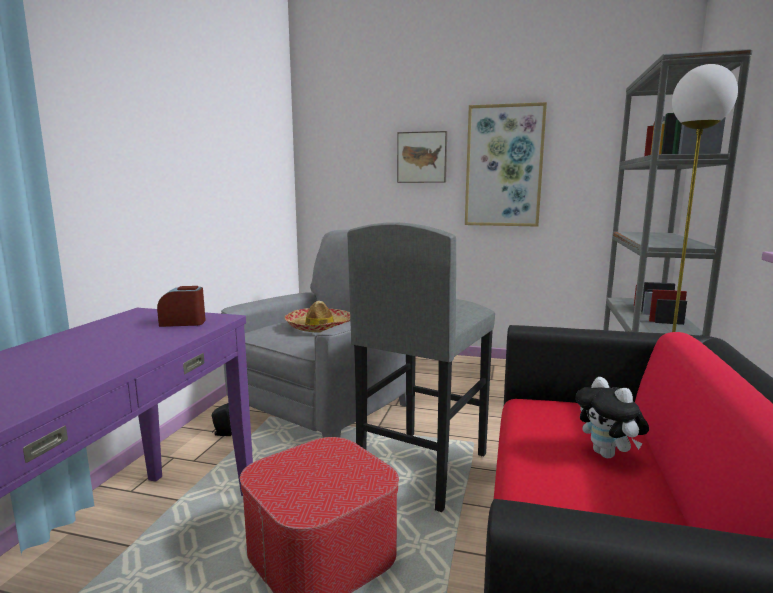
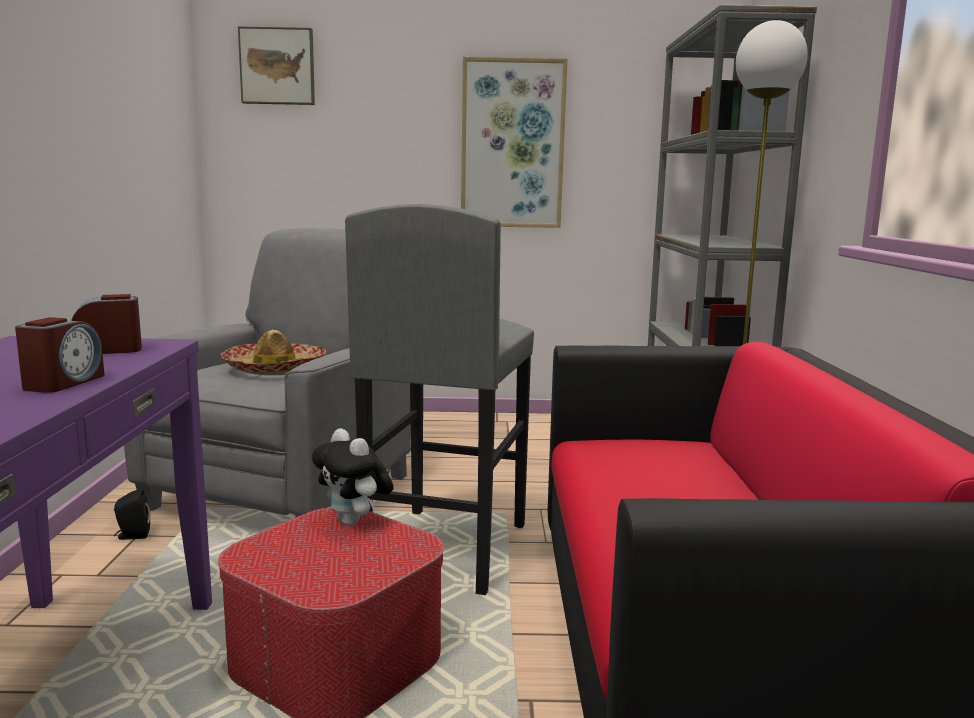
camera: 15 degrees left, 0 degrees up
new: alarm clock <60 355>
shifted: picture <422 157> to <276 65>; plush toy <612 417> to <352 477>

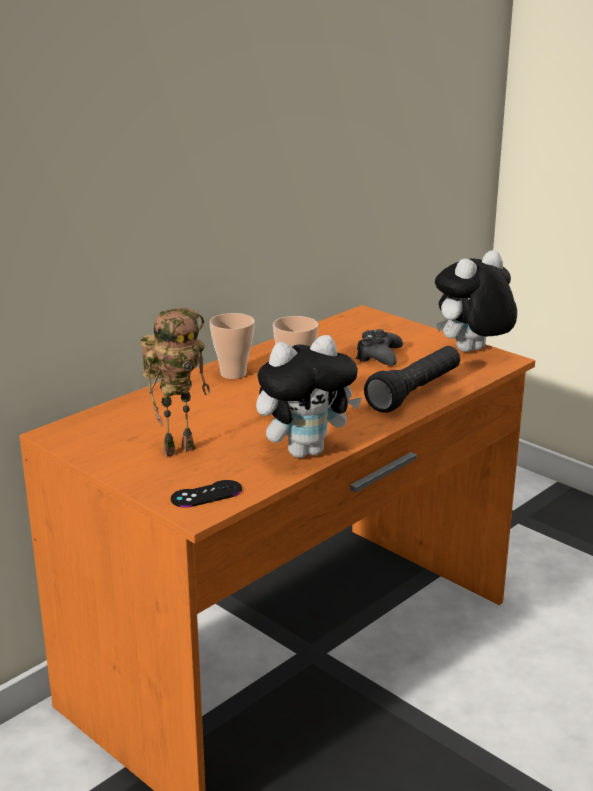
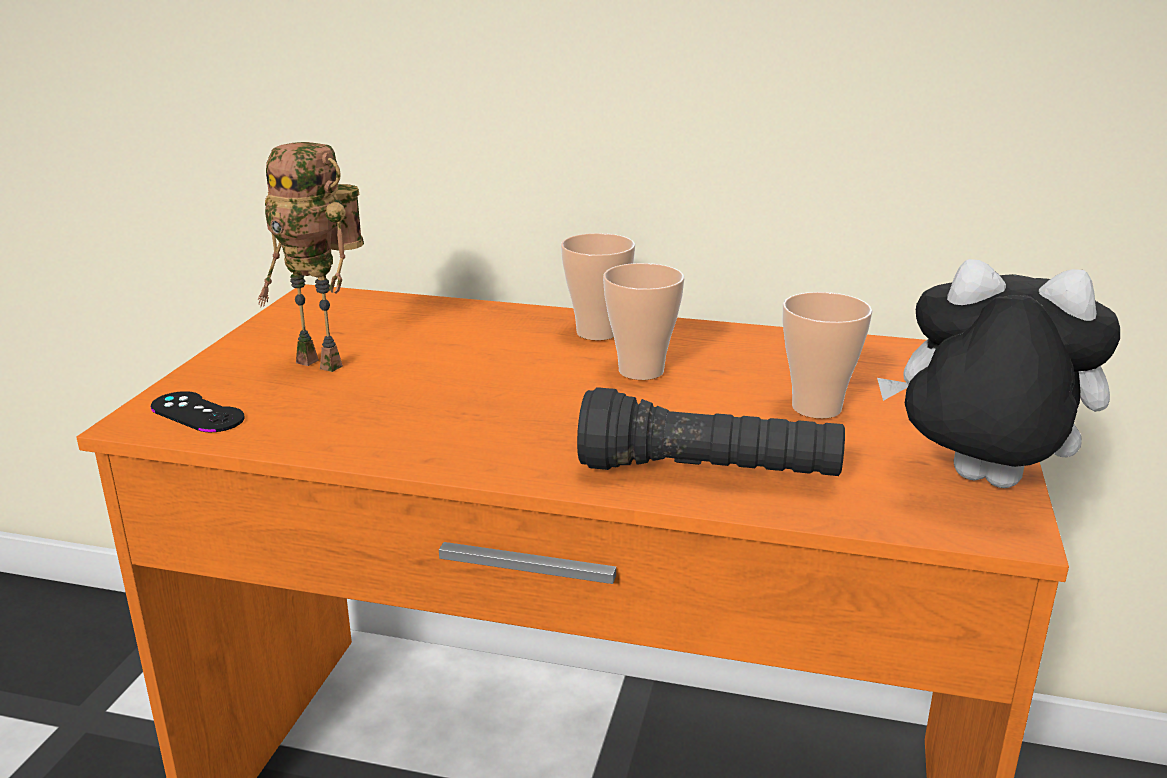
camera: 60 degrees right, 0 degrees up
gone: plush toy <309 396>
swapped: game controller/black <379 347> to cup <827 355>

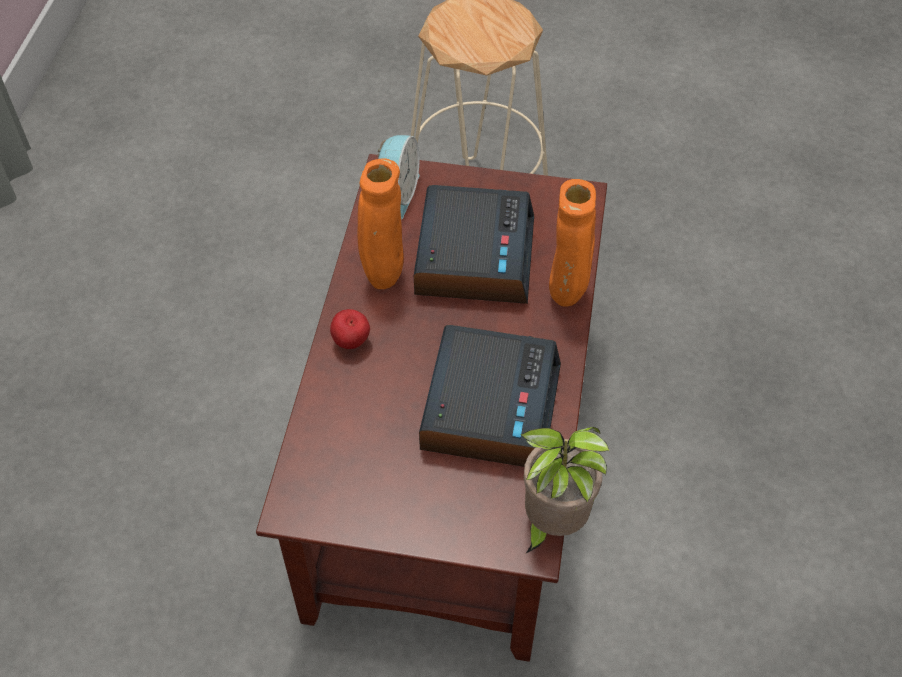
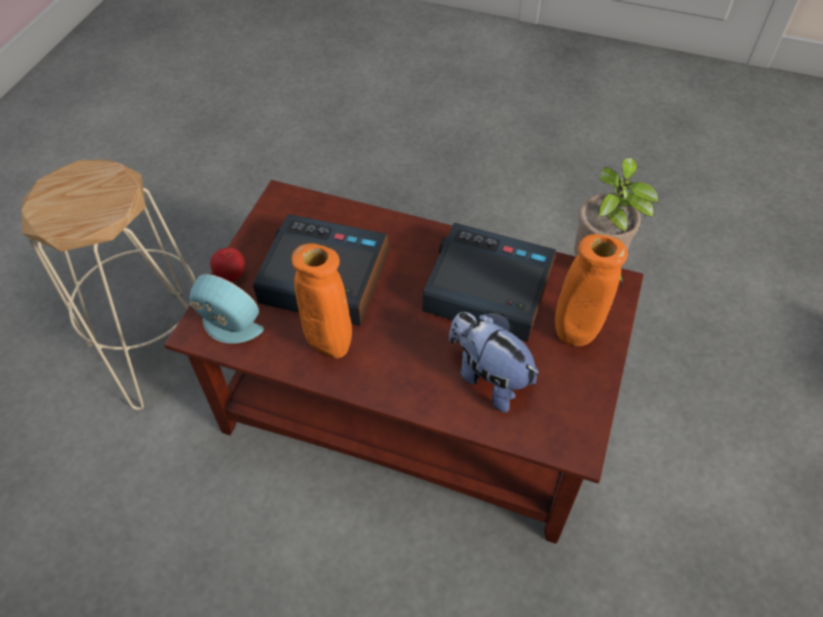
camera: 80 degrees left, 0 degrees up
new: plush toy <494 362>
shifted: vase/orange <572 243> to <591 290>; apple <350 329> to <227 265>

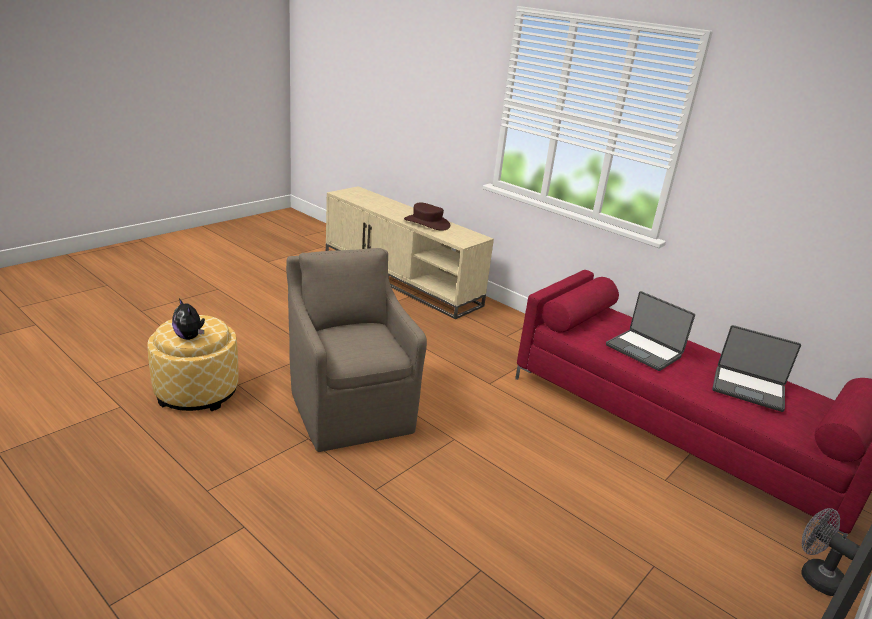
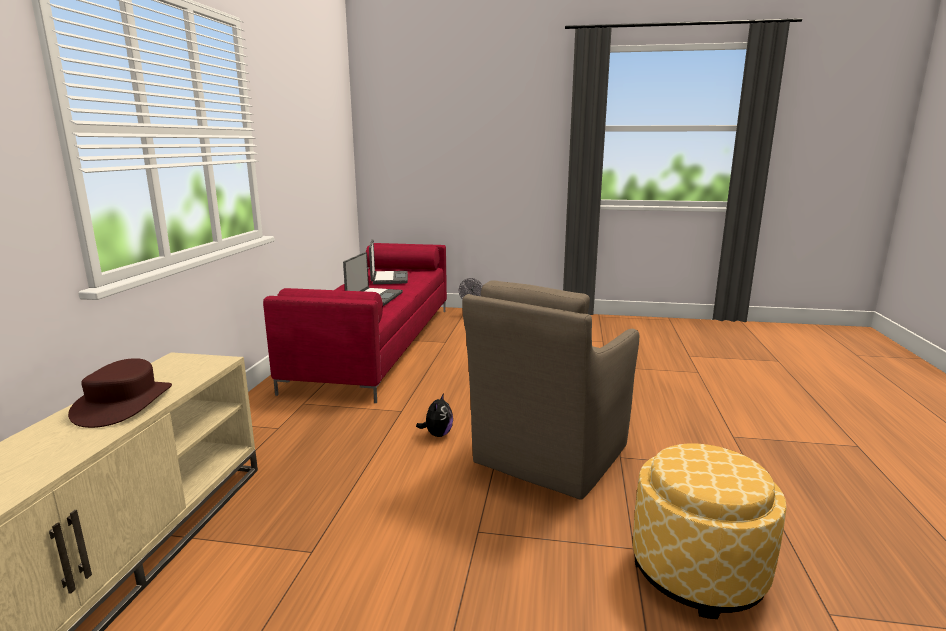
camera: 120 degrees left, 10 degrees down
shifted: plush toy <188 319> to <434 415>

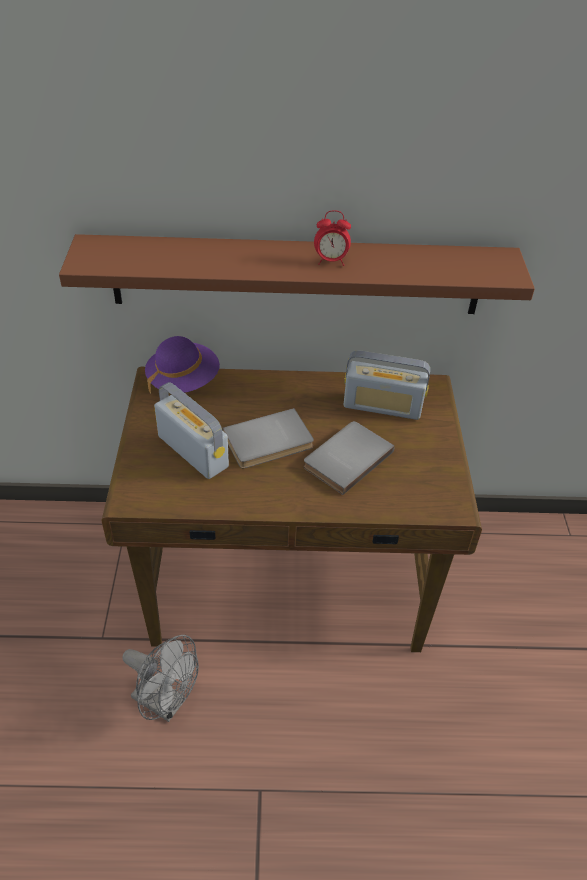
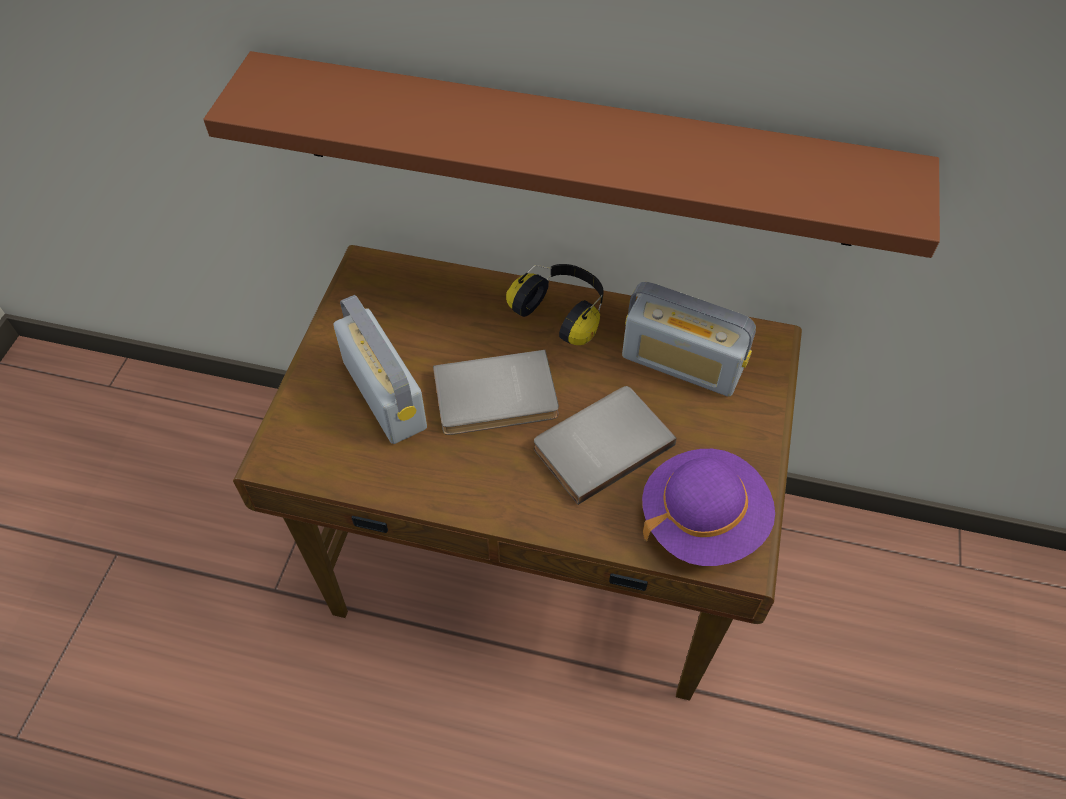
camera: 15 degrees right, 10 degrees up
gone: alarm clock <332 238>; fan/grey <160 678>
new: headphones <555 304>
shifted: hat/purple <182 364> to <708 507>

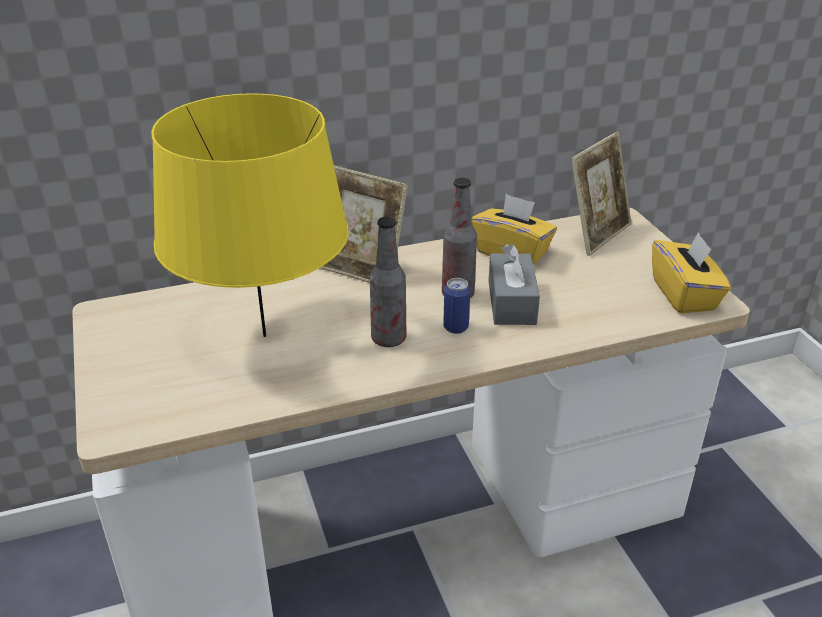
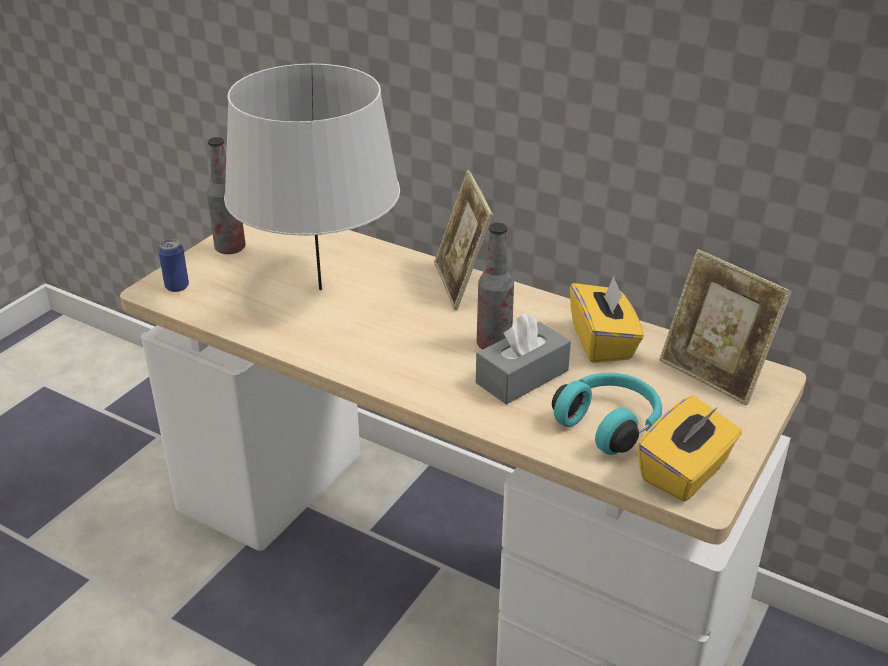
camera: 50 degrees right, 0 degrees up
new: headphones/turquoise <607 414>
shifted: bottle <388 282> to <226 195>; can <456 306> to <173 265>
repainted: table lamp/yellow <250 215> to table lamp/grey <312 177>
rotated: picture frame <601 194> = <725 327> 45 degrees clockwise

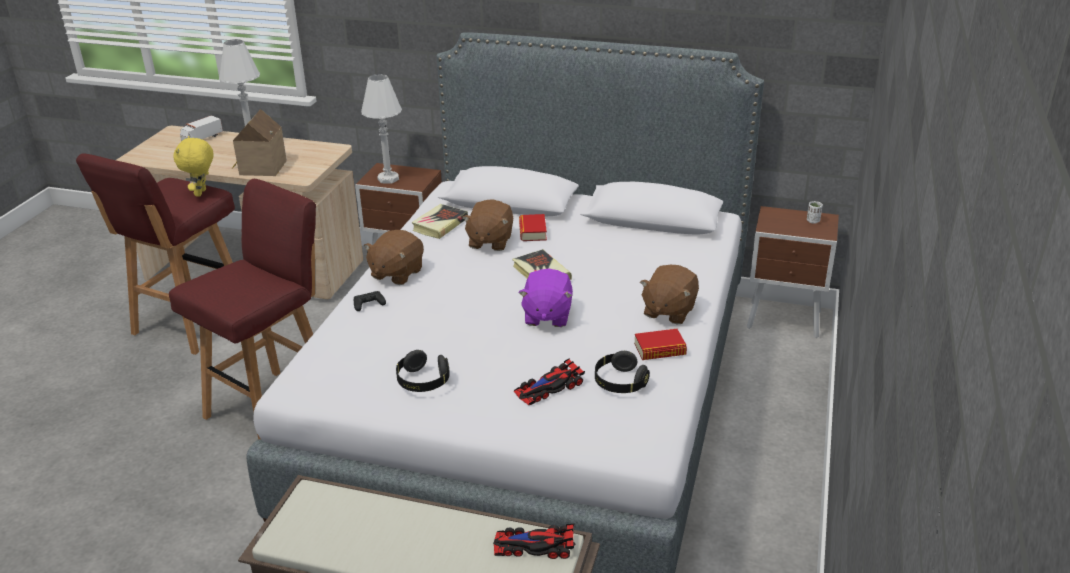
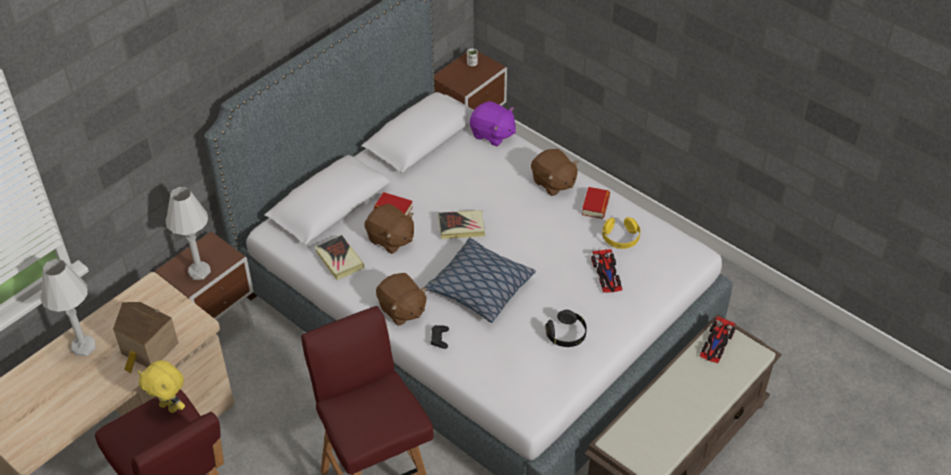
camera: 65 degrees left, 15 degrees up
gone: toy truck <201 128>
new: pillow <480 280>
shifted: plush toy/purple <545 298> to <493 123>
repainted: headphones/black <622 372> to headphones/yellow <621 233>

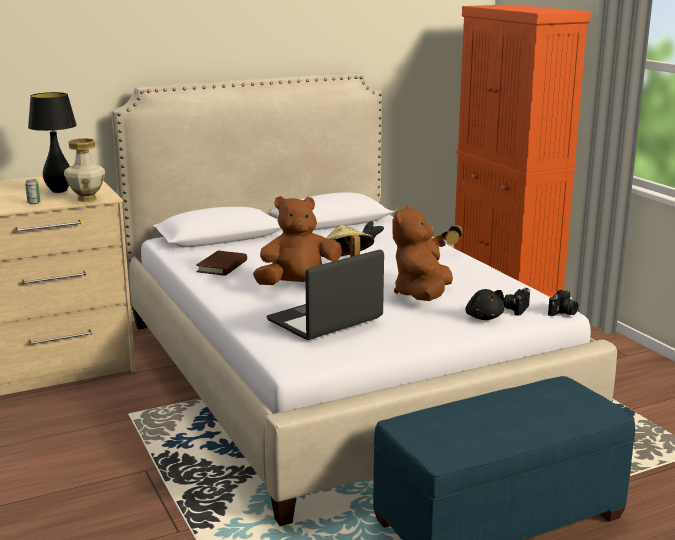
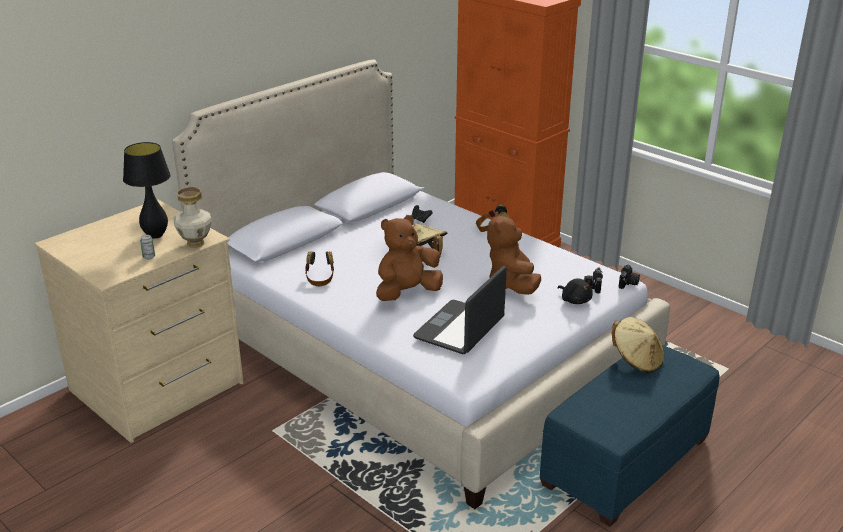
camera: 20 degrees left, 10 degrees up
new: hat/beige <638 345>
swapped: book/brown <221 263> to headphones <319 268>

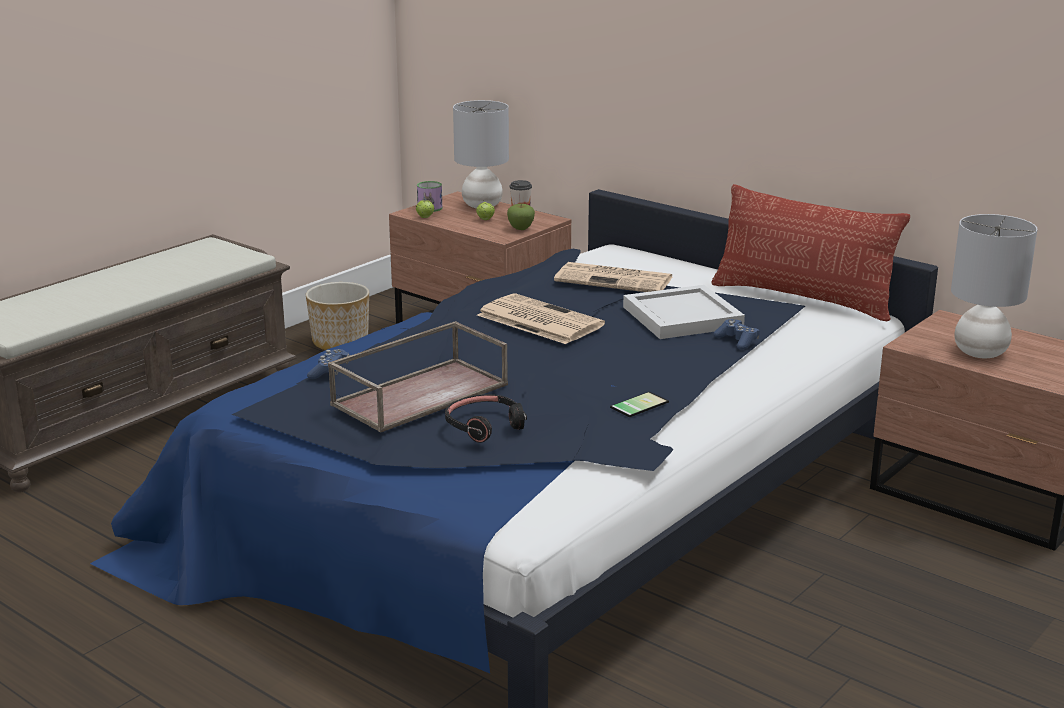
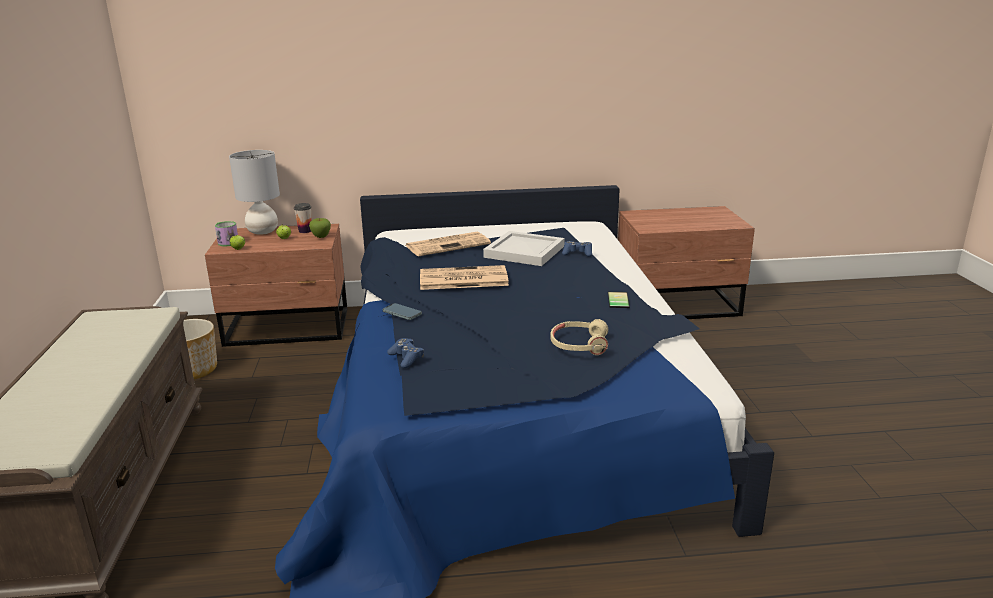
camera: 45 degrees left, 0 degrees up
gone: pillow <811 252>; table lamp/grey <994 286>; tray/brown <418 377>
new: phone <402 311>
repainted: headphones/black <486 418> to headphones/beige <579 337>

